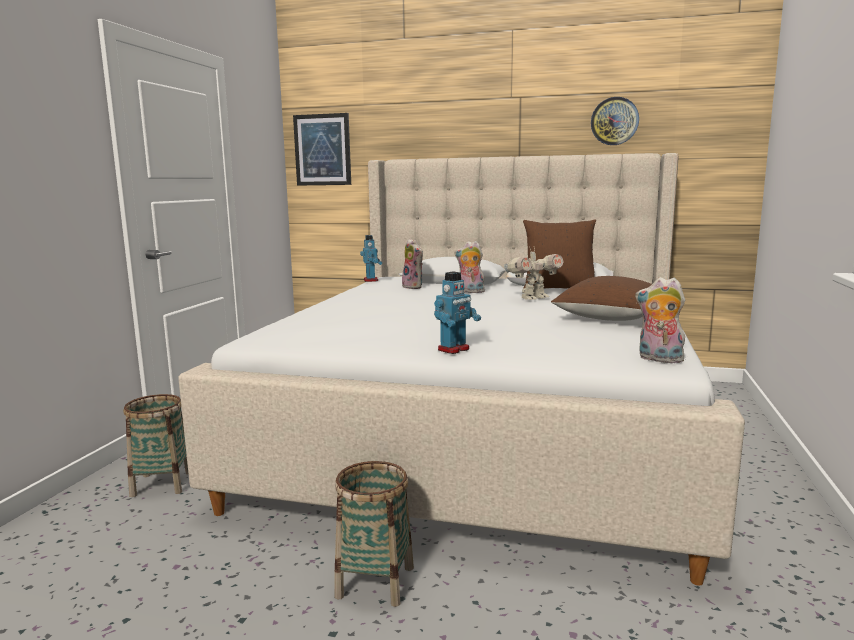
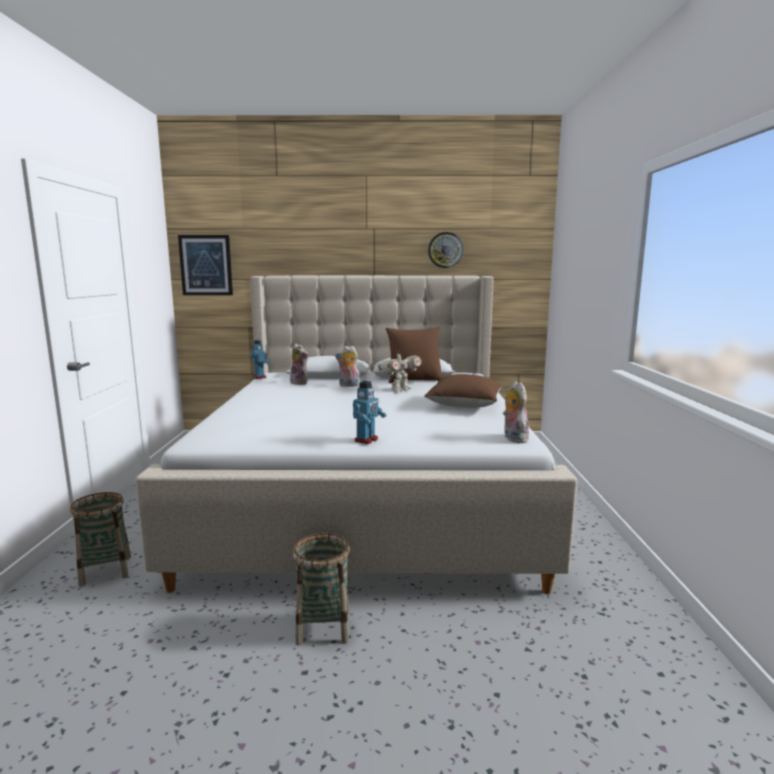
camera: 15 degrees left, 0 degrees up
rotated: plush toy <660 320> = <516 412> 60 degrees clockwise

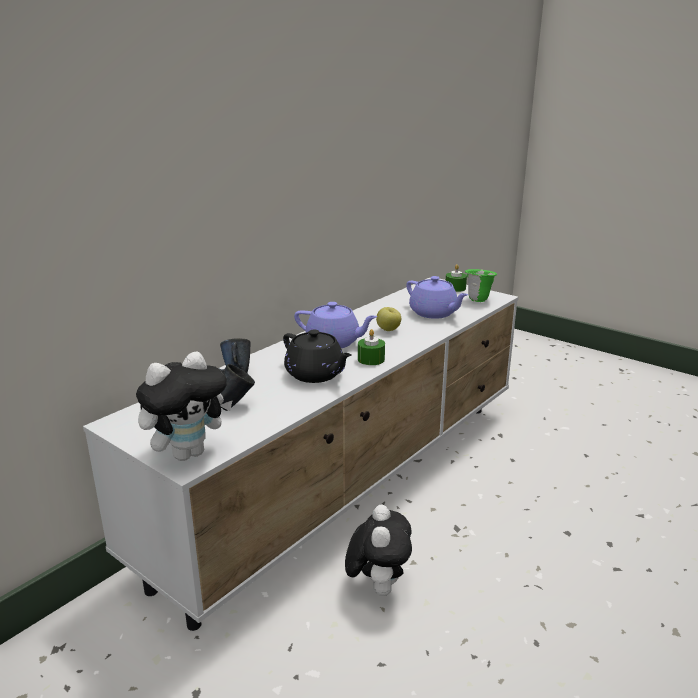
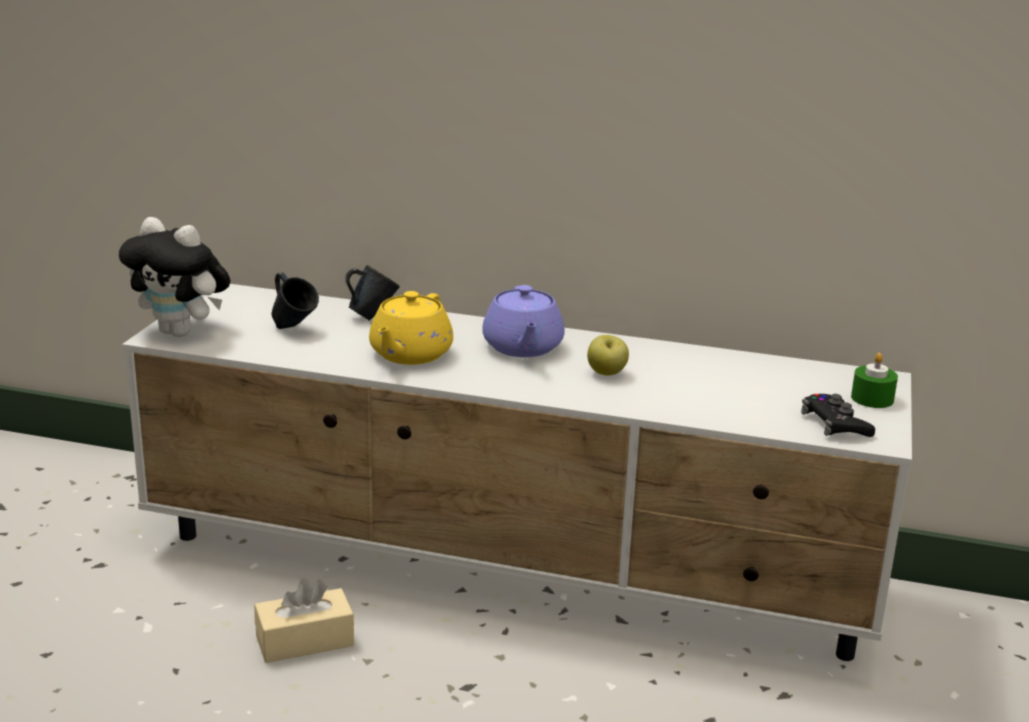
camera: 65 degrees right, 0 degrees up
gone: teapot/purple <437 297>; candle/green <371 347>
swapped: mug/green <481 285> to game controller/black <838 415>; plush toy <378 550> to tissue box/beige <304 620>
repainted: teapot/black <317 356> to teapot/yellow <411 328>

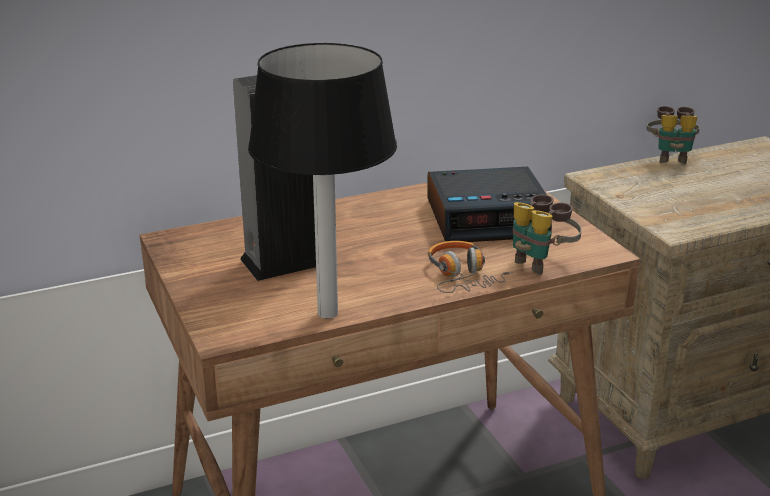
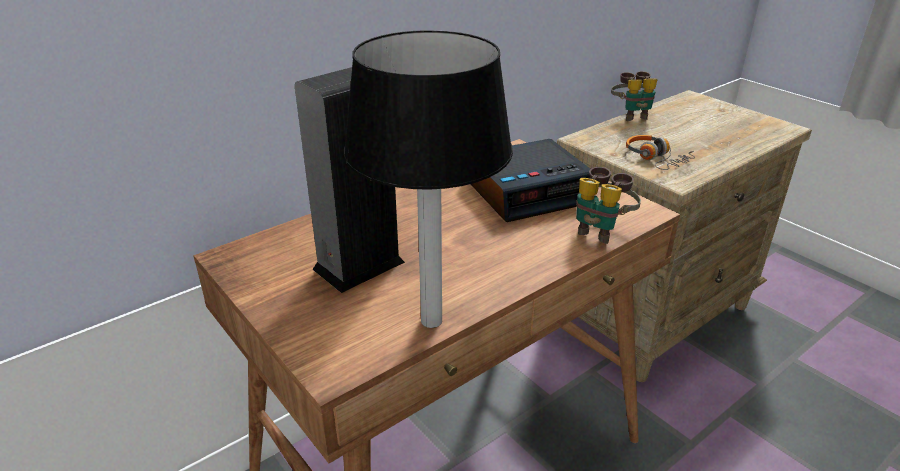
camera: 15 degrees left, 5 degrees up
shifted: headphones <470 267> to <660 152>

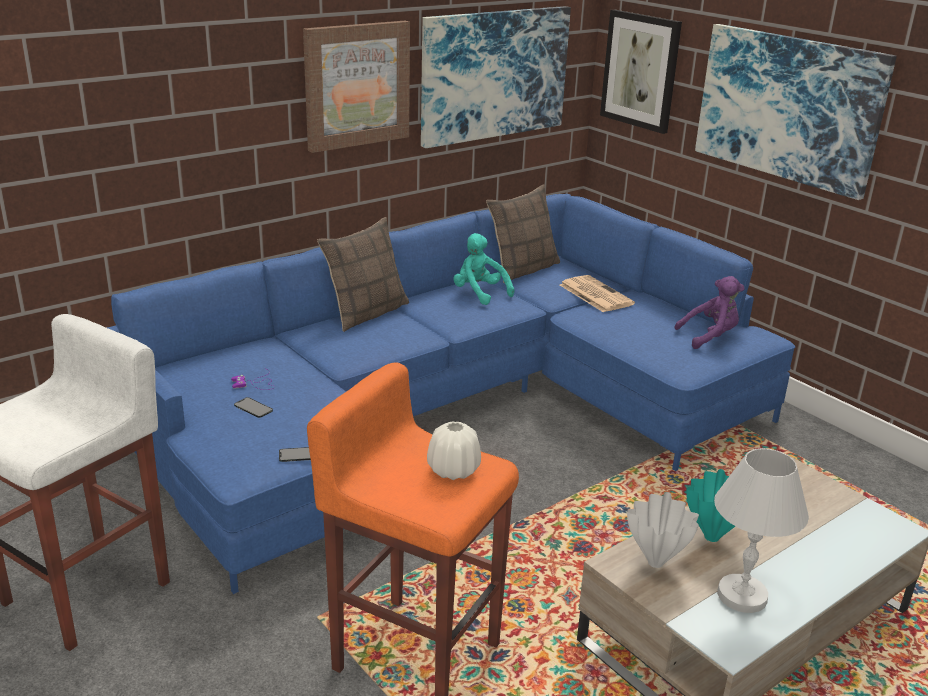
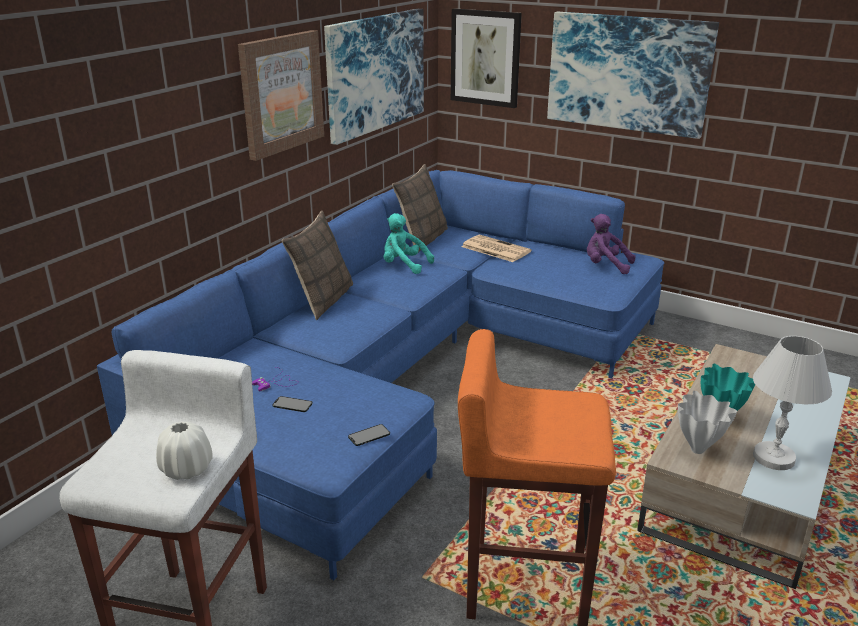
camera: 20 degrees left, 0 degrees up
shifted: vase/white <454 450> to <184 450>
rotated: plush toy/purple <709 312> = <611 244> 120 degrees counterclockwise

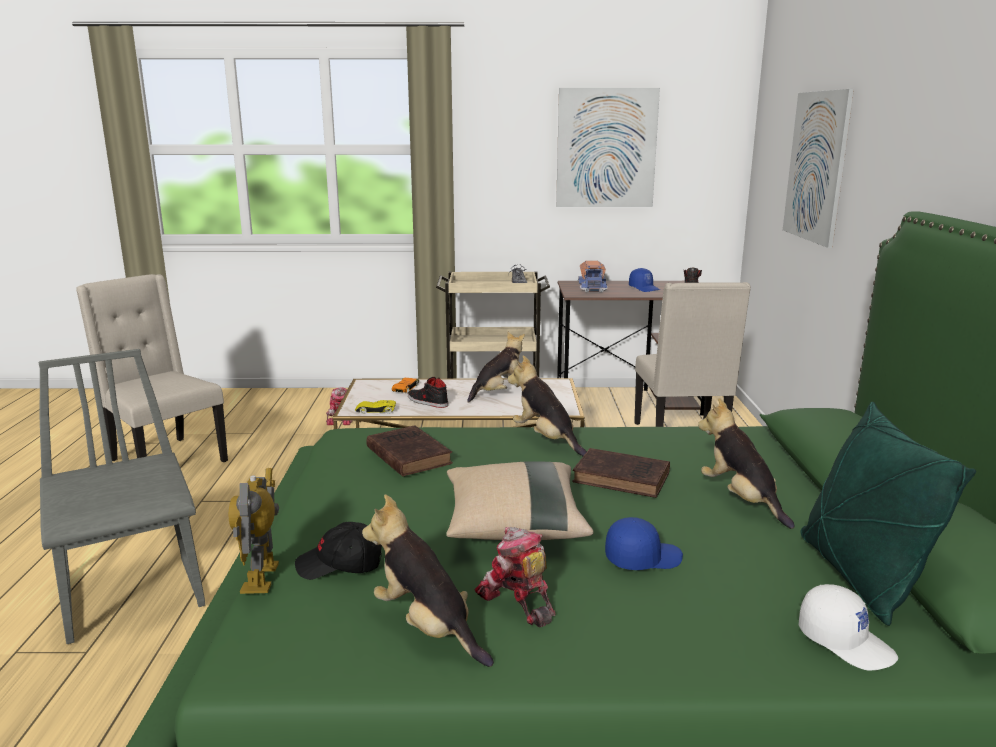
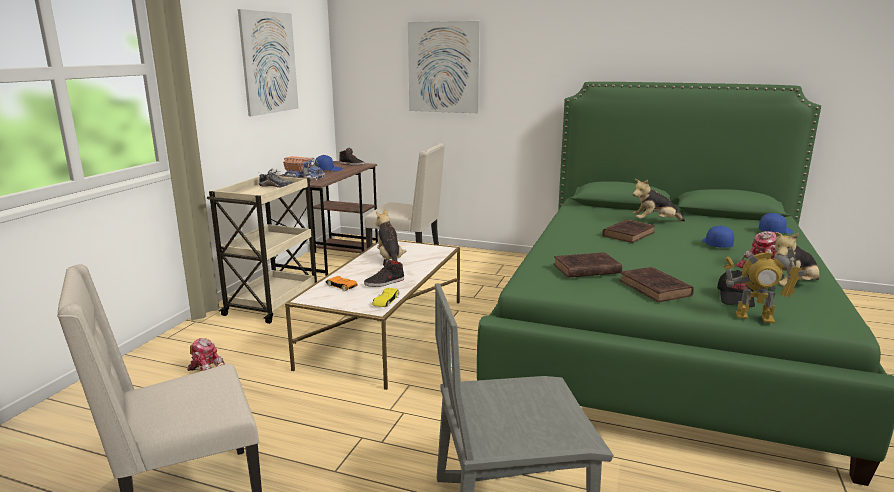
camera: 70 degrees left, 0 degrees up
gone: plush toy <547 406>; pillow/green <888 514>; pillow/beige <519 500>
new: book/brown <656 284>
repainted: cap/white <848 627> to cap/blue <776 223>

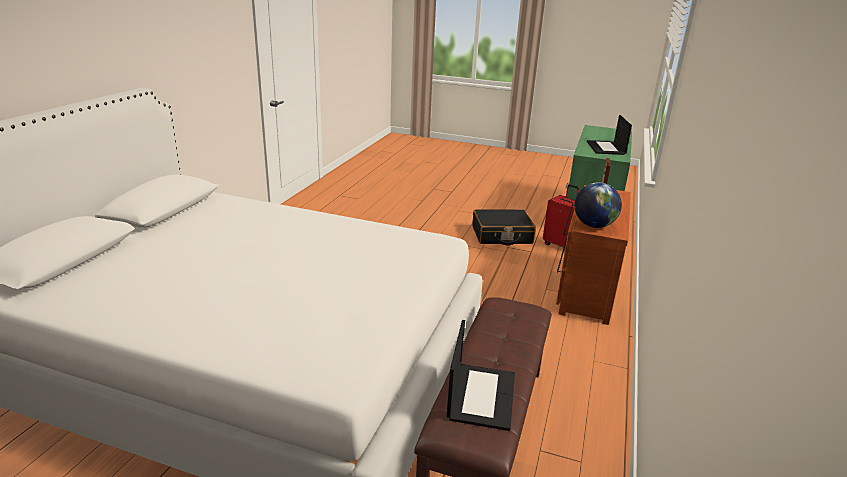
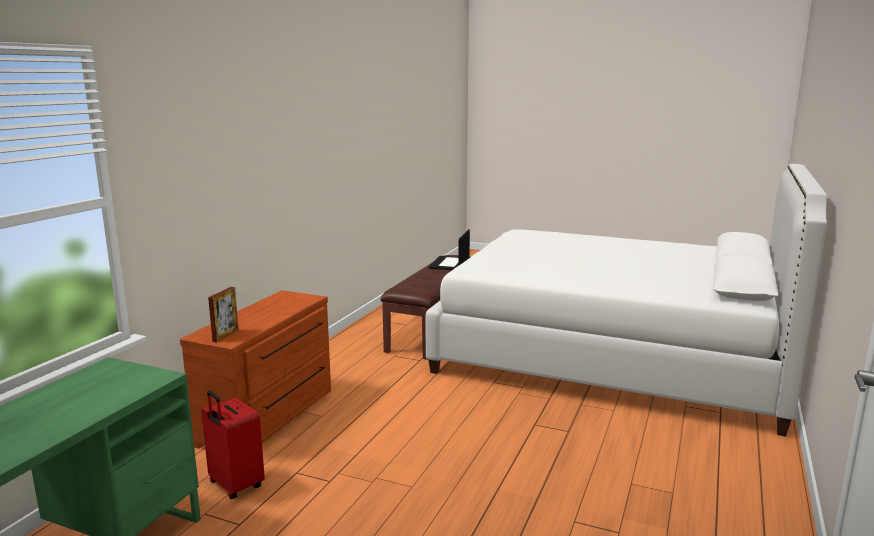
camera: 175 degrees left, 10 degrees down
gone: laptop <609 135>; globe <598 205>; suitcase/black <504 227>

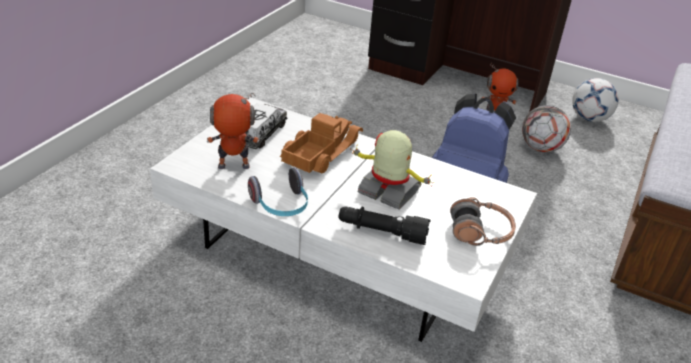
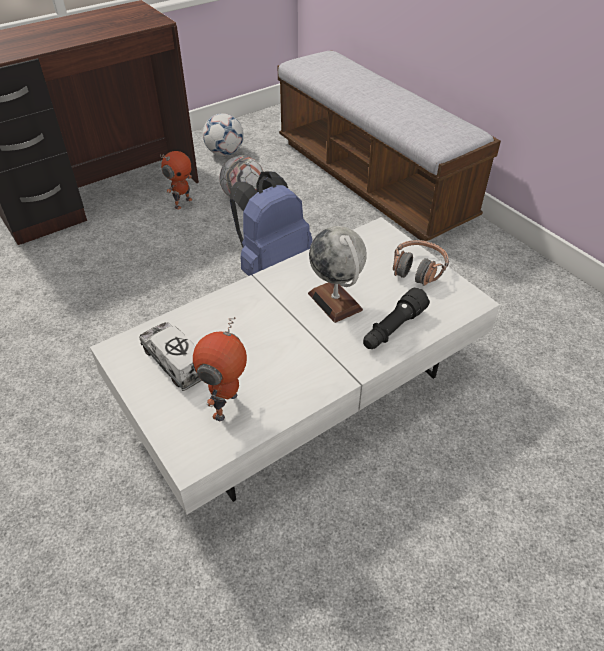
camera: 60 degrees left, 10 degrees up
gone: toy truck <321 143>; headphones <278 192>
swapped: toy robot <393 170> to globe <337 274>

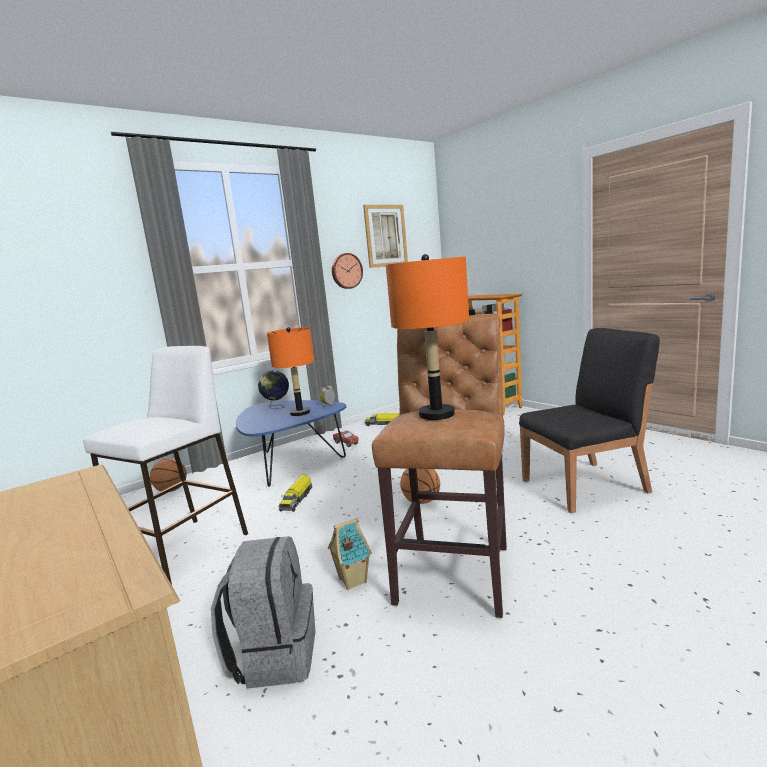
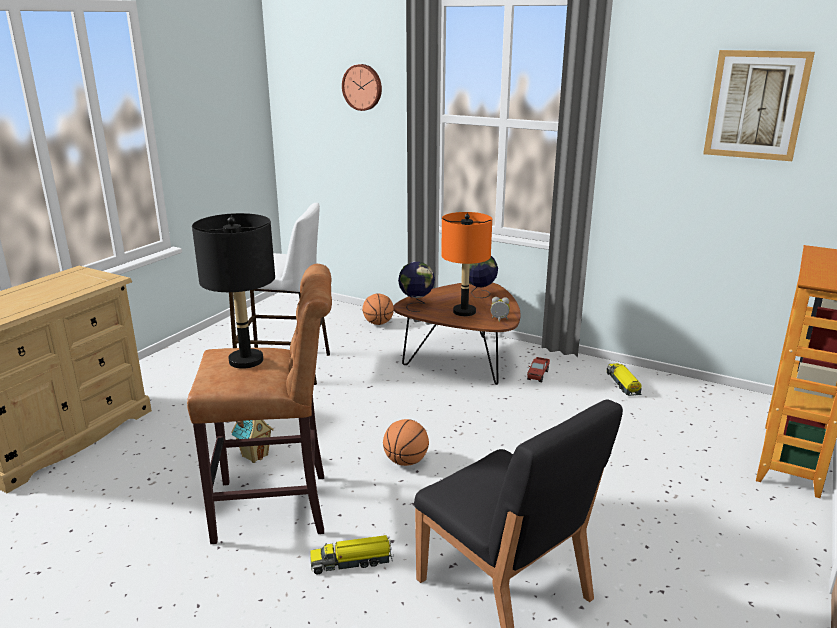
camera: 65 degrees right, 10 degrees up
gone: backpack/grey <263 612>
new: globe <416 287>
shifted: wall clock <347 271> to <362 87>; toy truck <295 493> to <352 555>
repainted: table lamp/orange <427 337> to table lamp/black <233 291>; coffee table/blue <291 443> to coffee table/brown <457 334>

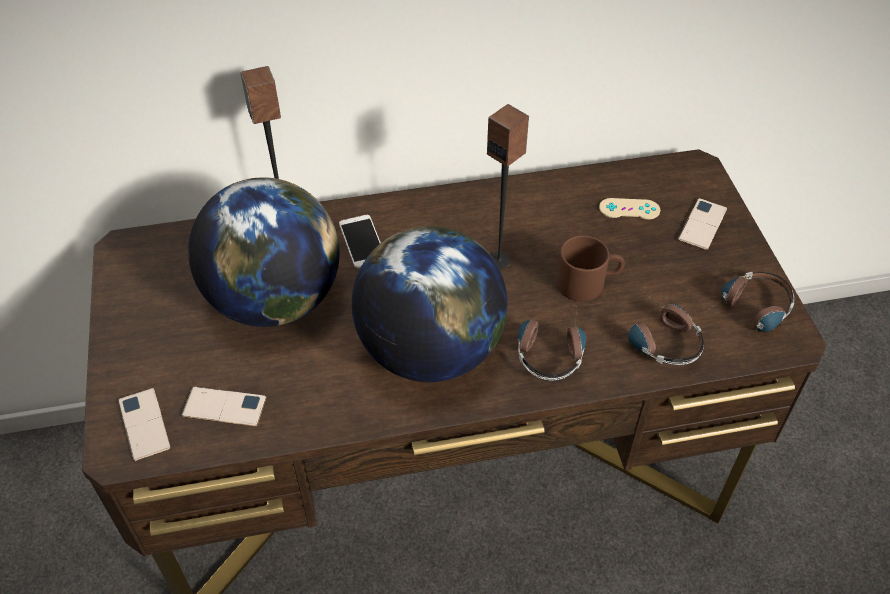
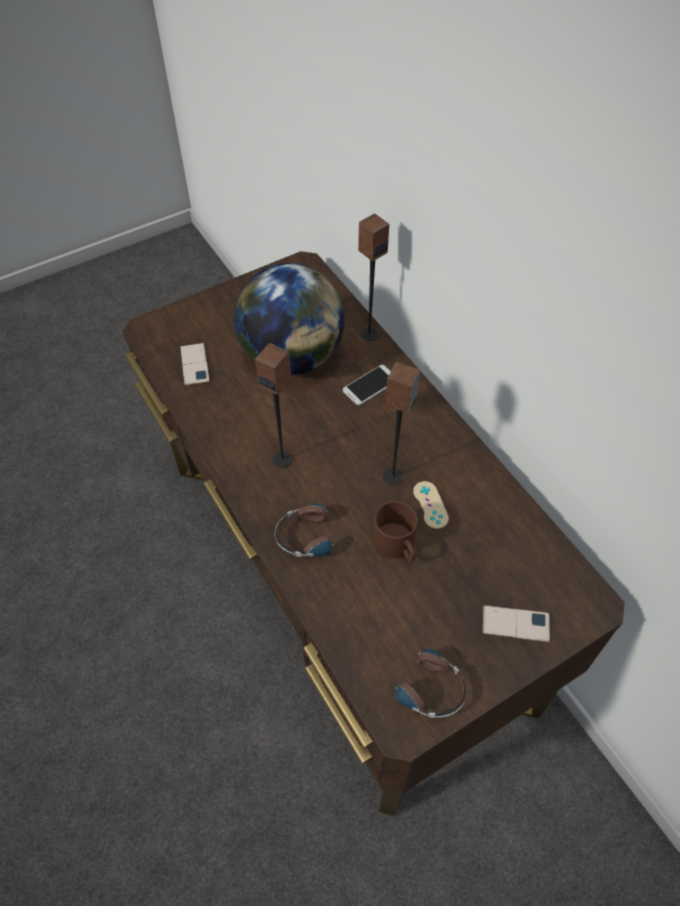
camera: 70 degrees right, 5 degrees up
gone: headphones <666 328>; phone <144 424>
shifted: game controller/beige <629 208> to <431 505>
swapped: globe <430 304> to speaker <274 405>

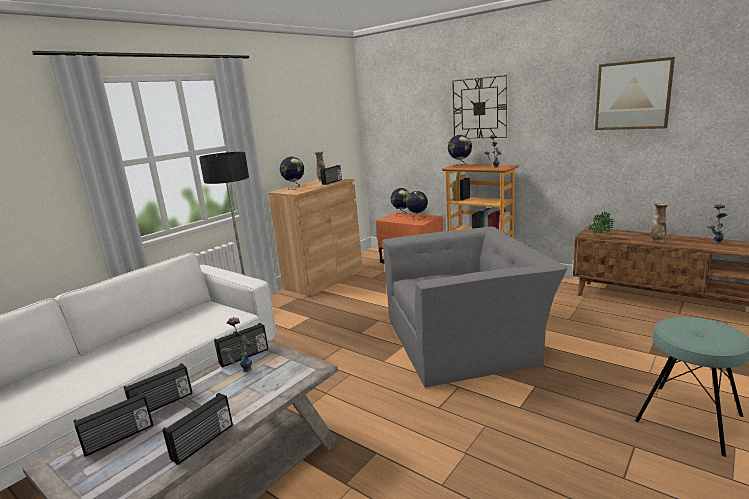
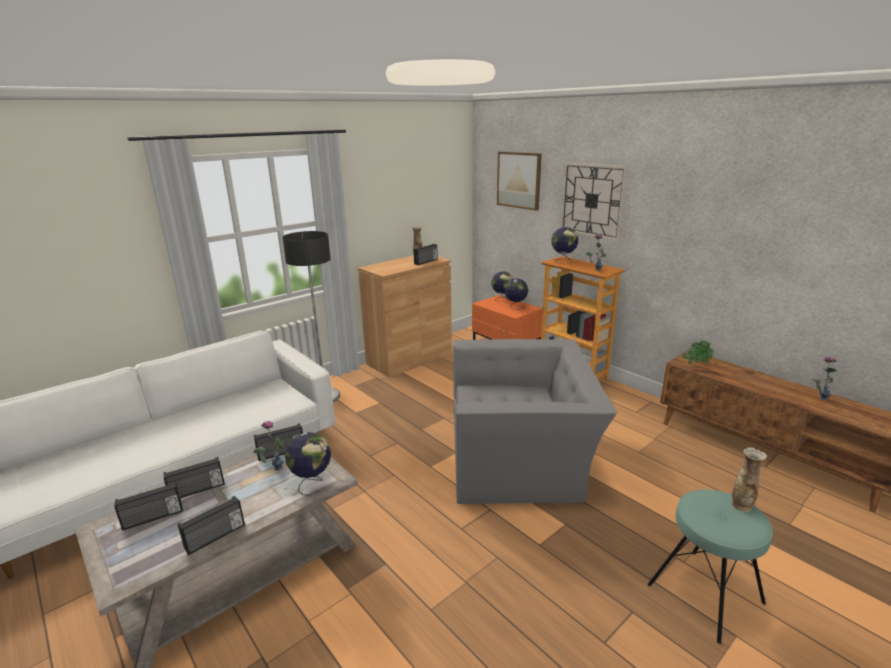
camera: 10 degrees right, 5 degrees up
shifted: picture <635 93> to <519 181>; globe <292 173> to <308 464>; vase <660 222> to <749 479>

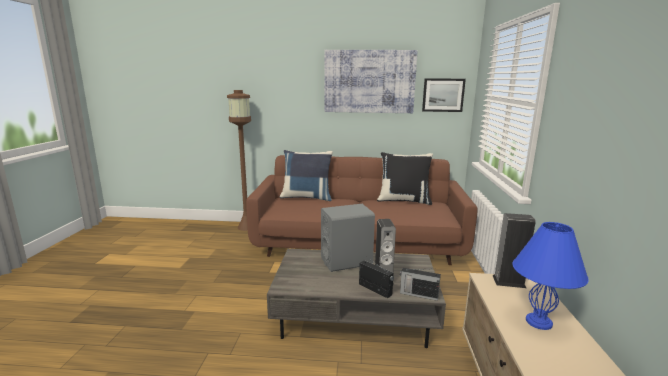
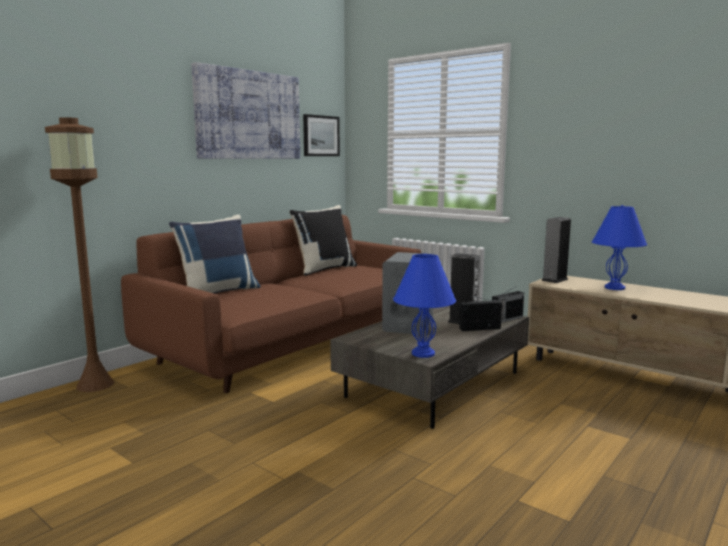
camera: 55 degrees left, 5 degrees down
new: table lamp/blue <424 306>

